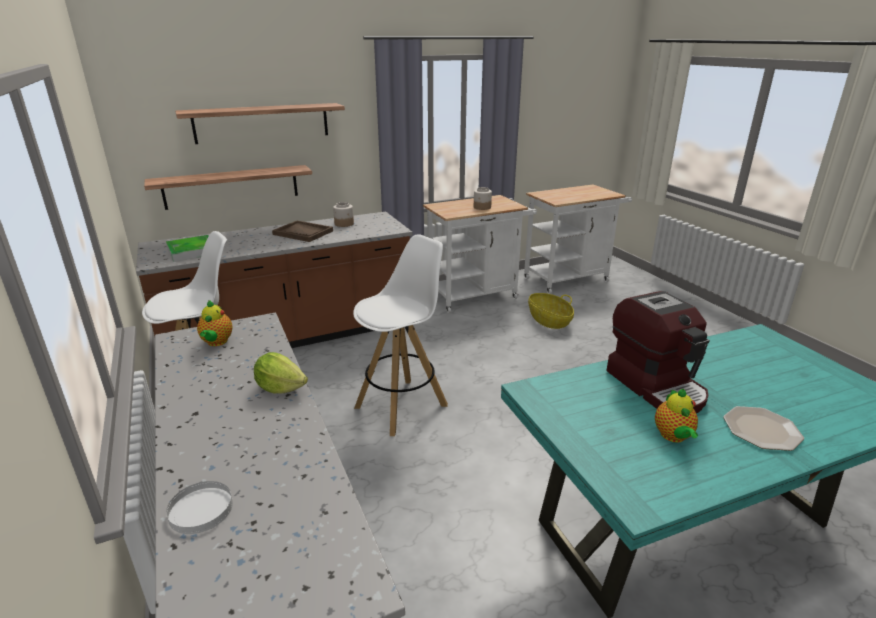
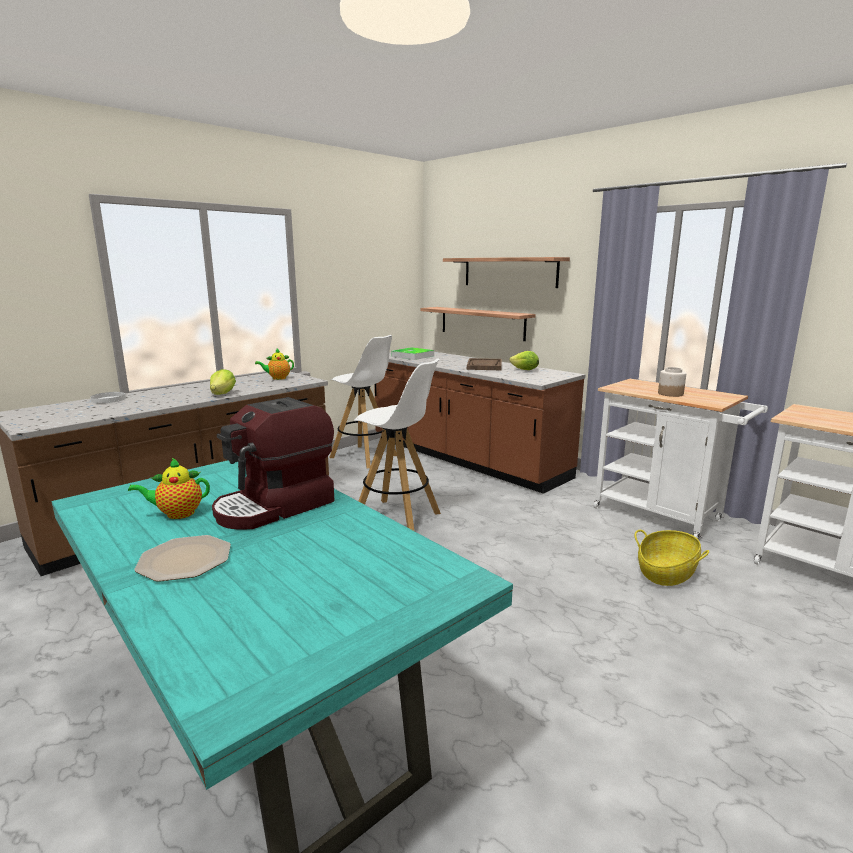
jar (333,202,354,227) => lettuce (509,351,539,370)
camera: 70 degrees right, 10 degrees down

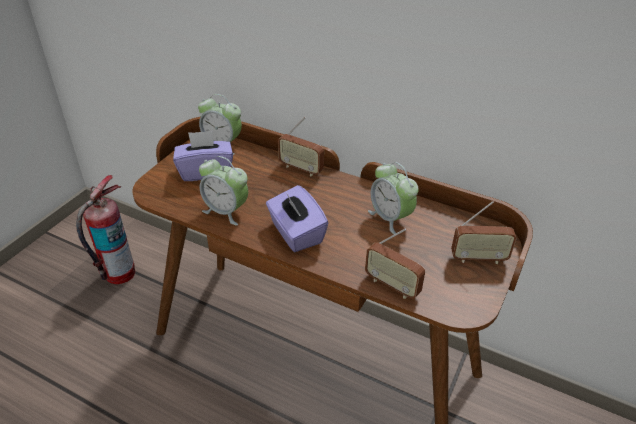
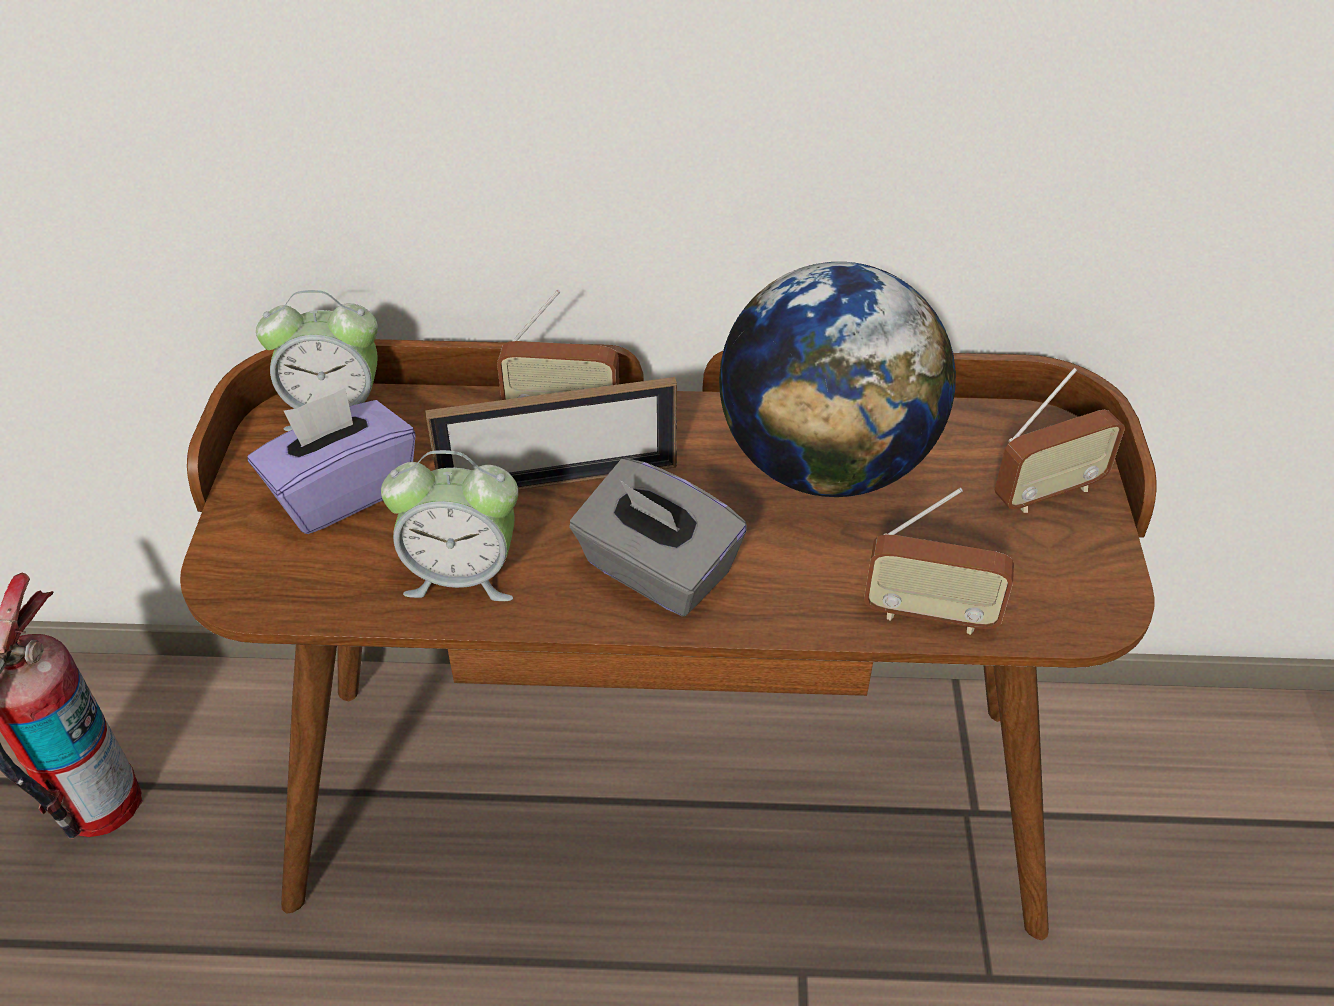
nothing => picture_frame (425,377,677,490)
alarm_clock (368,162,419,234) => globe (719,262,956,497)
purple_tissue_box (266,185,328,252) => grey_tissue_box (569,458,747,616)
camera: 25 degrees left, 5 degrees up

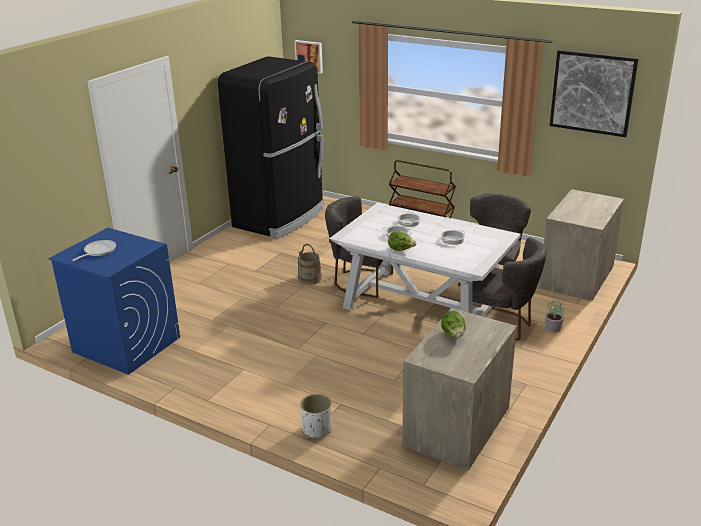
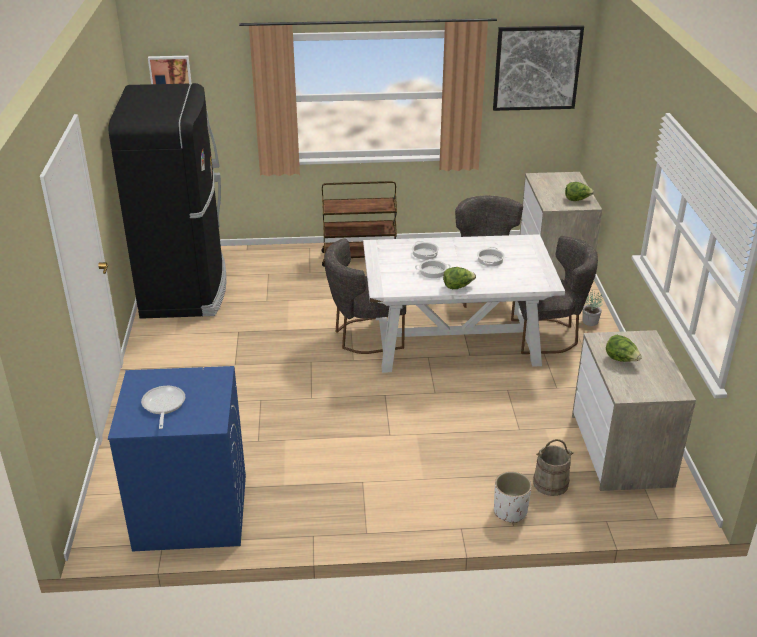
nothing => lettuce (565,182,594,201)
beige_bucket (298,244,322,285) => beige_bucket (533,439,574,496), shifted
camera: 35 degrees left, 5 degrees up

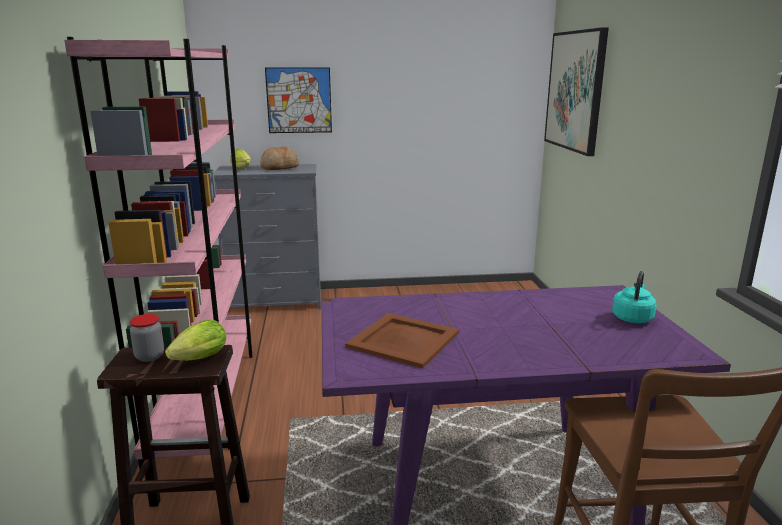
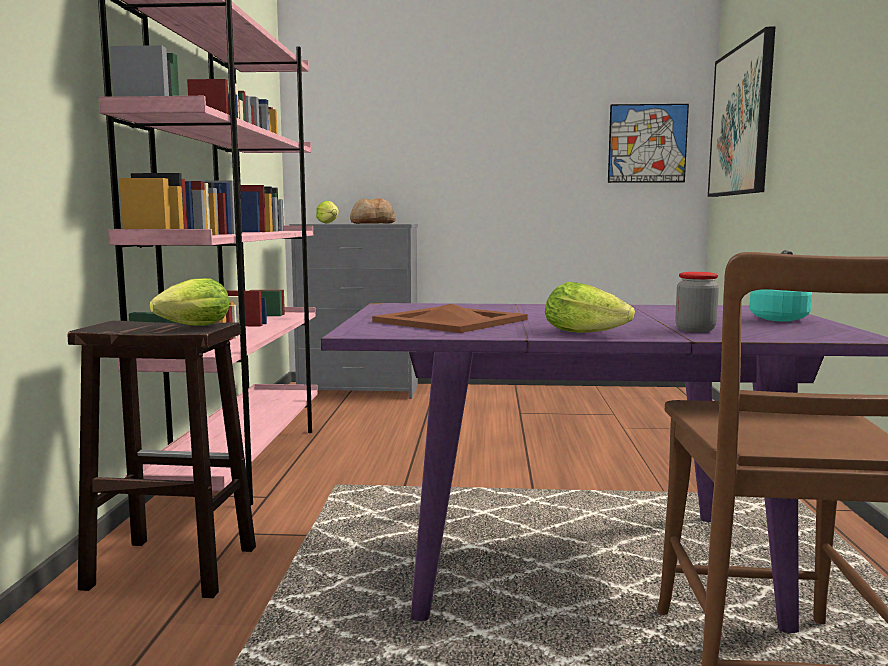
nothing => lettuce (545,282,635,333)
jar (130,314,164,362) => jar (675,272,719,332), shifted
picture (265,67,332,133) => picture (608,104,689,183), shifted
camera: 10 degrees right, 10 degrees down

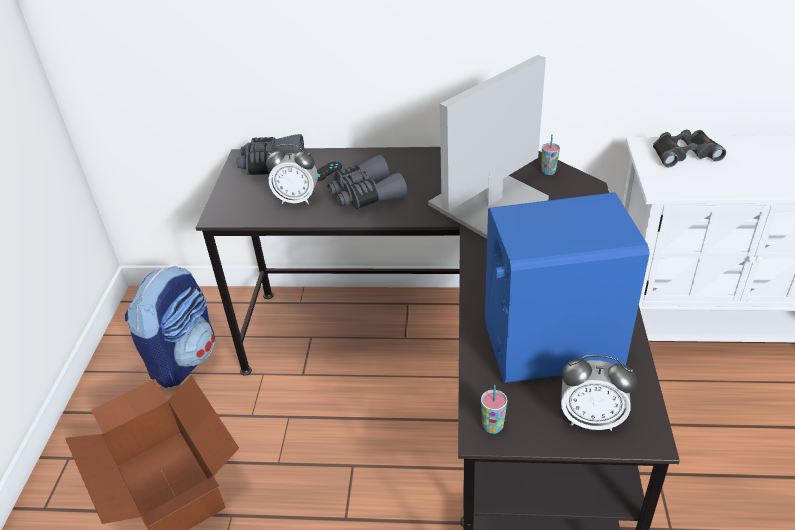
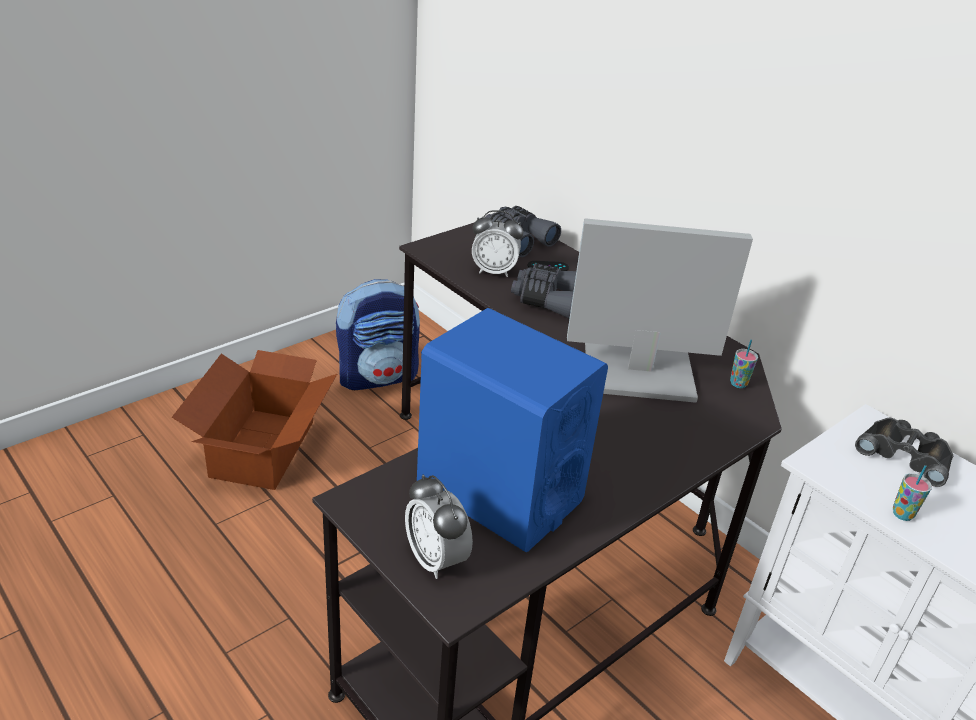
cup (481,385,507,434) => cup (893,465,932,521), shifted
alarm_clock (266,144,318,204) => alarm_clock (472,210,523,277), 45 degrees counterclockwise
camera: 40 degrees right, 5 degrees down

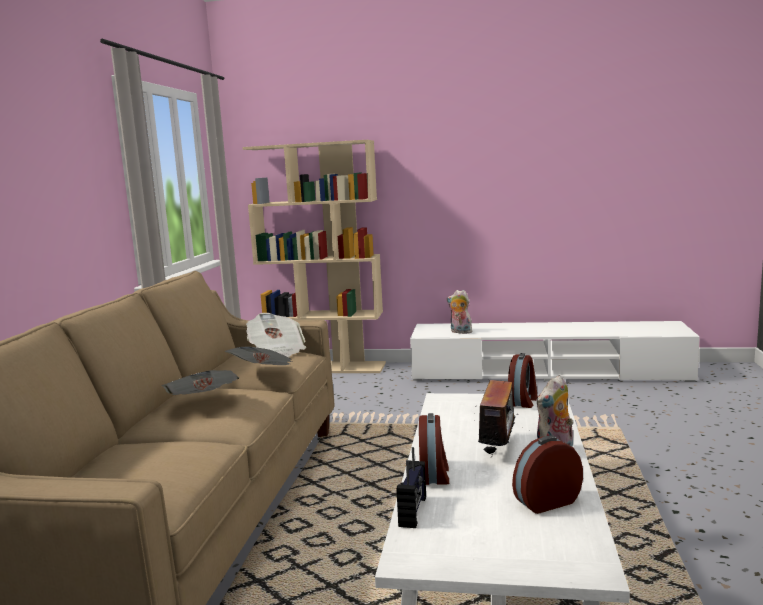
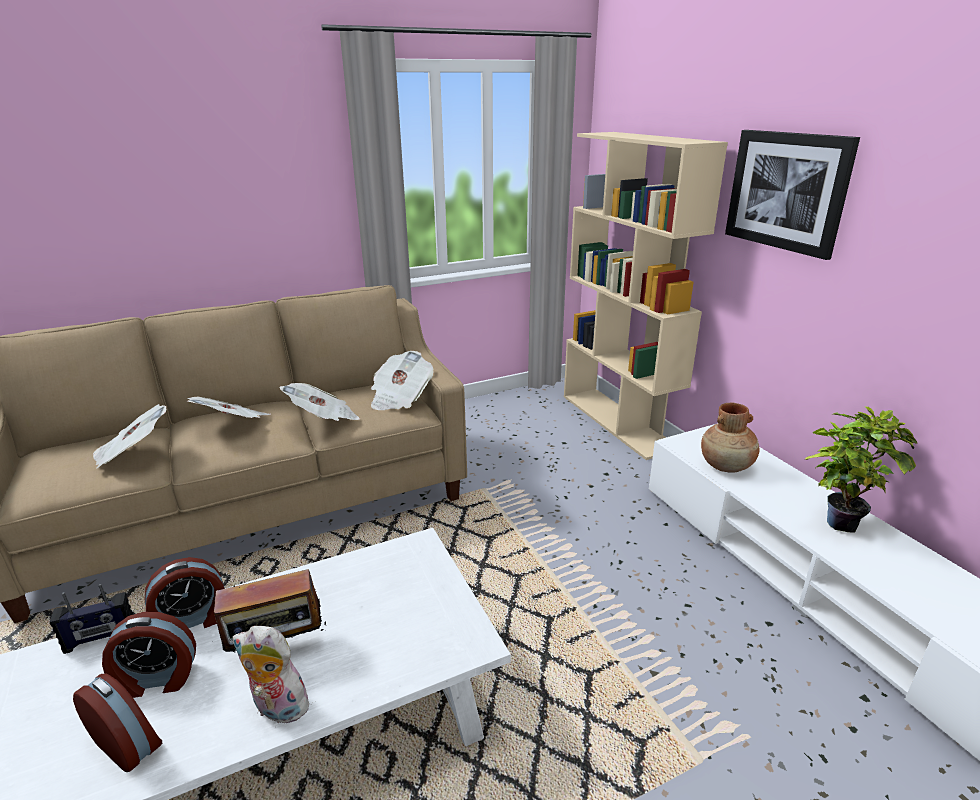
nothing => newspaper (93,404,166,468)
nothing => picture (725,130,860,260)
nothing => potted_plant (805,407,917,533)
alarm_clock (508,353,538,408) => alarm_clock (102,612,196,698), shifted
plush_toy (447,290,472,334) => brown_vase (701,402,759,473)
camera: 55 degrees right, 15 degrees up

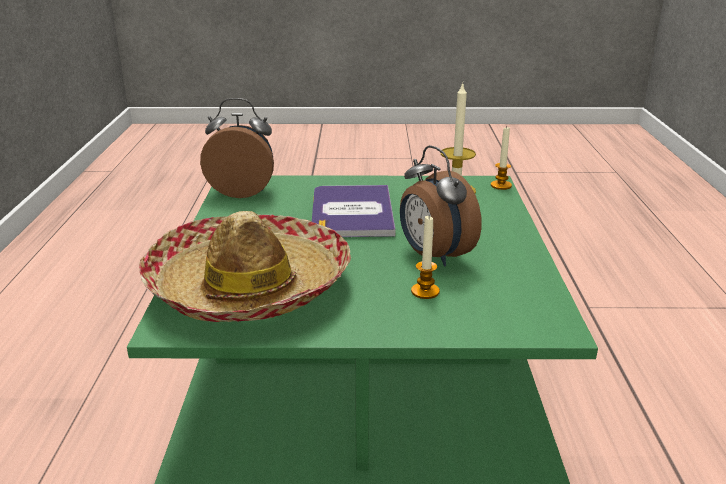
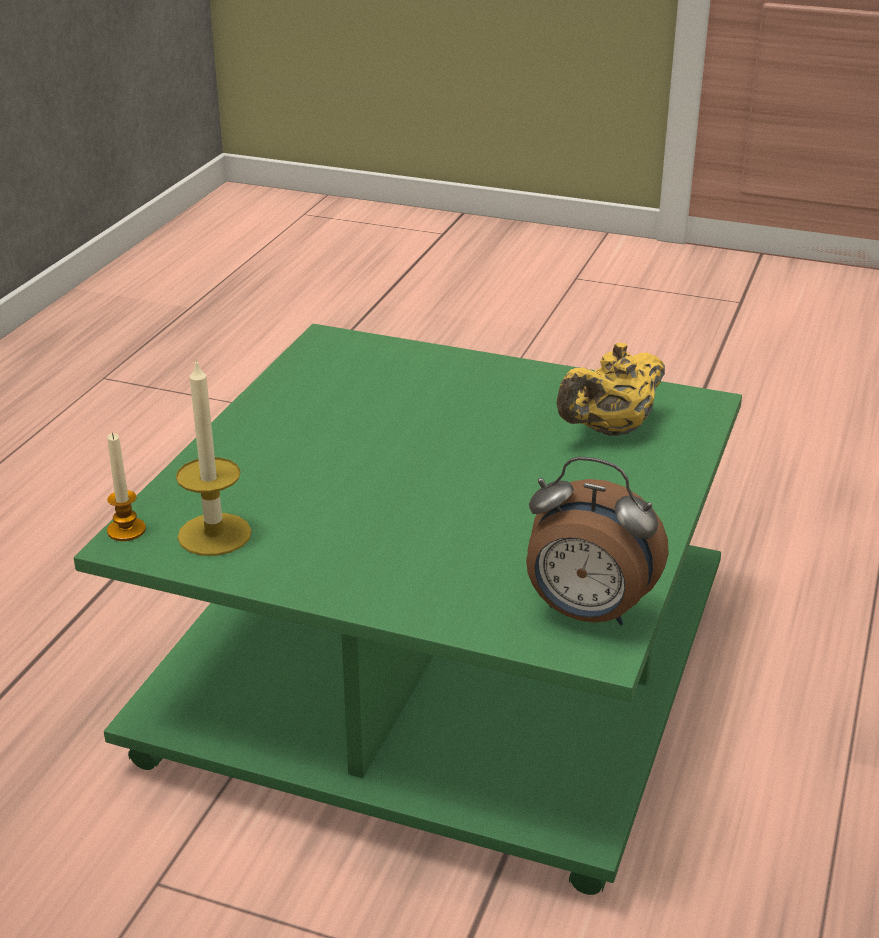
book (312,185,395,237) => nothing
alarm_clock (400,145,482,266) => nothing
candle (411,216,440,299) => nothing
hat (139,211,351,322) => yellow_teapot (556,342,665,436)
camera: 160 degrees left, 5 degrees up

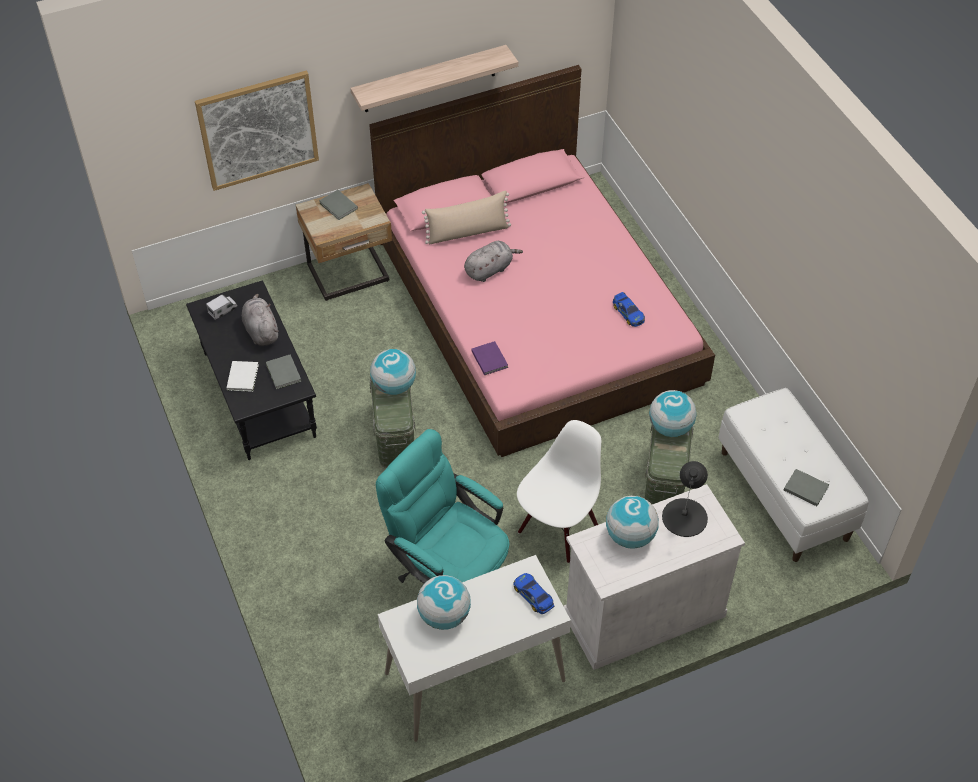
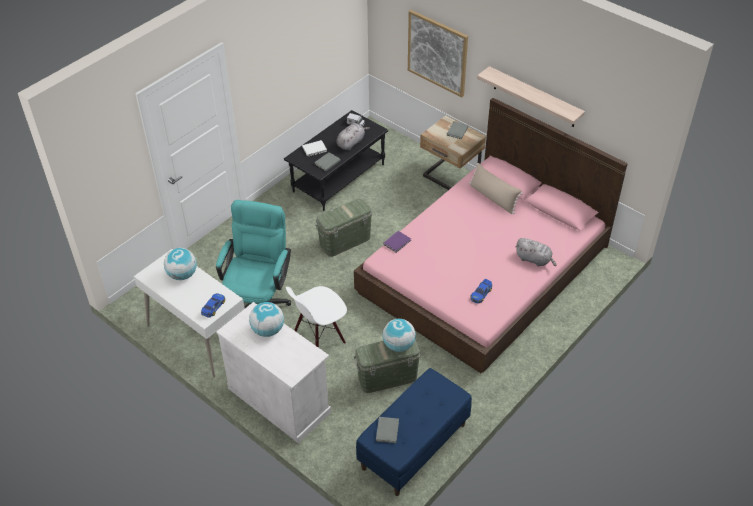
globe (370,349,416,395) => nothing
black_table_lamp (662,461,708,537) => nothing
grey_plush_toy (464,241,523,282) => grey_plush_toy (516,238,556,266), shifted
white_bench (718,388,869,562) => blue_bench (356,368,472,496)
white_chair (517,420,601,563) => white_chair (286,286,347,348), 135 degrees clockwise
camera: 65 degrees right, 5 degrees down

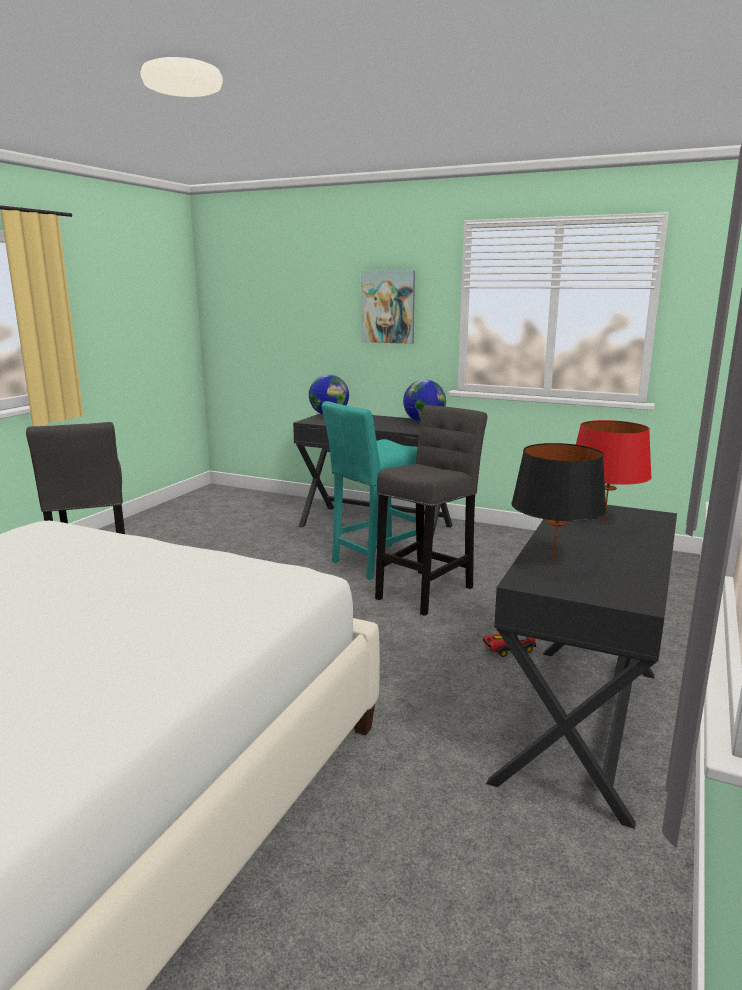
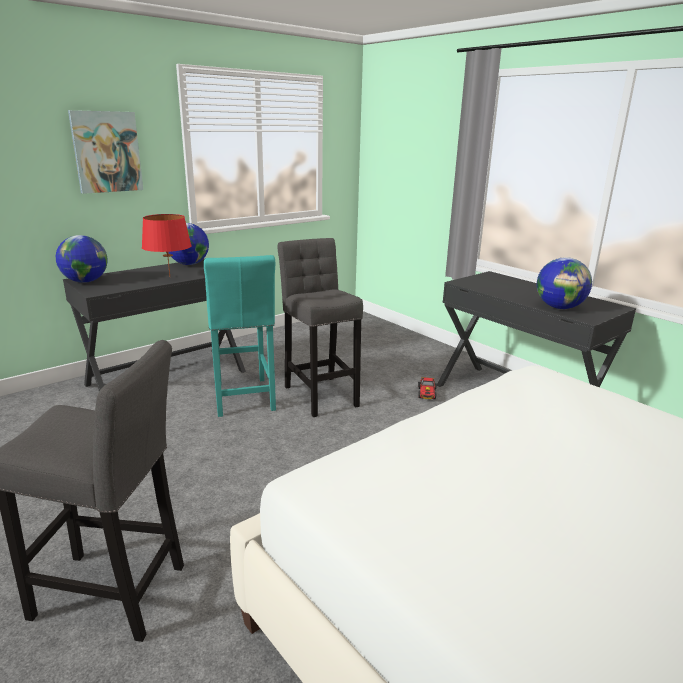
red_table_lamp (576,420,652,523) => red_table_lamp (142,214,192,276), shifted
black_table_lamp (511,443,607,563) => globe (537,257,592,309)
camera: 65 degrees left, 5 degrees up

